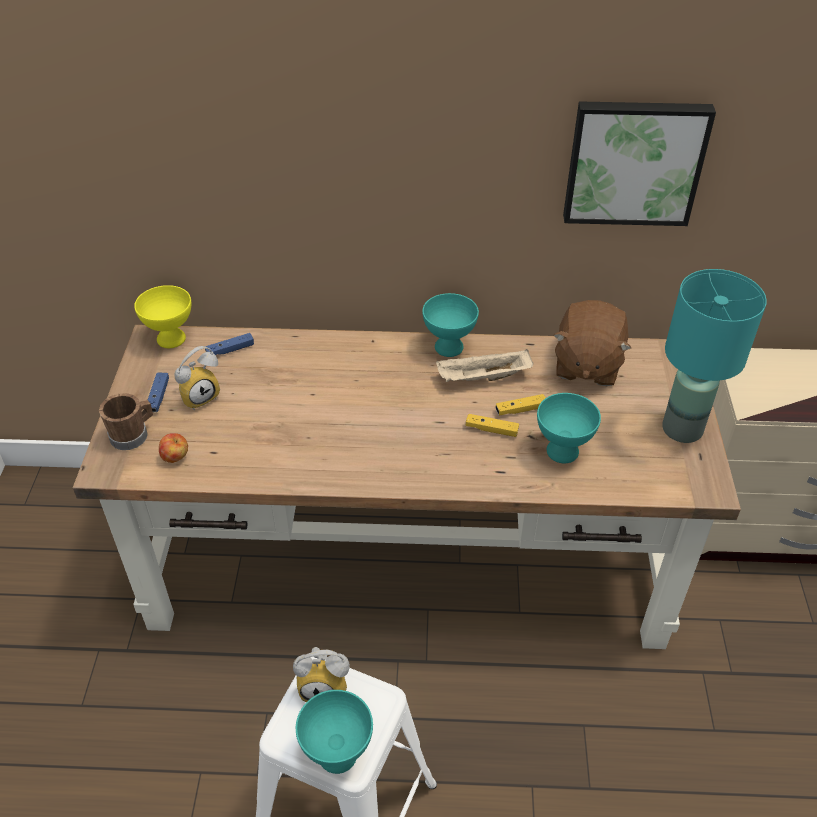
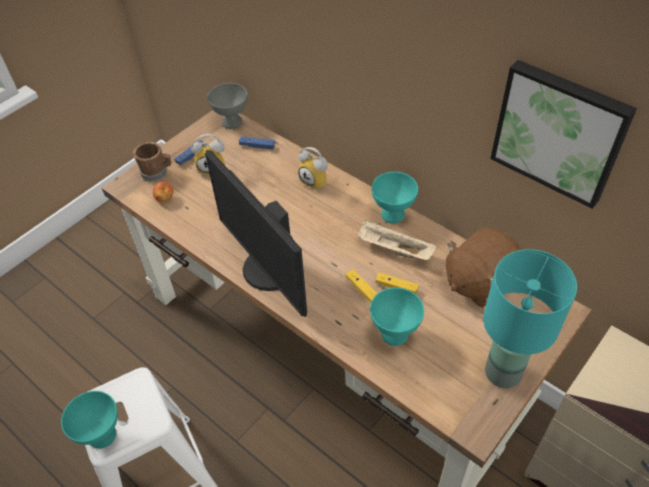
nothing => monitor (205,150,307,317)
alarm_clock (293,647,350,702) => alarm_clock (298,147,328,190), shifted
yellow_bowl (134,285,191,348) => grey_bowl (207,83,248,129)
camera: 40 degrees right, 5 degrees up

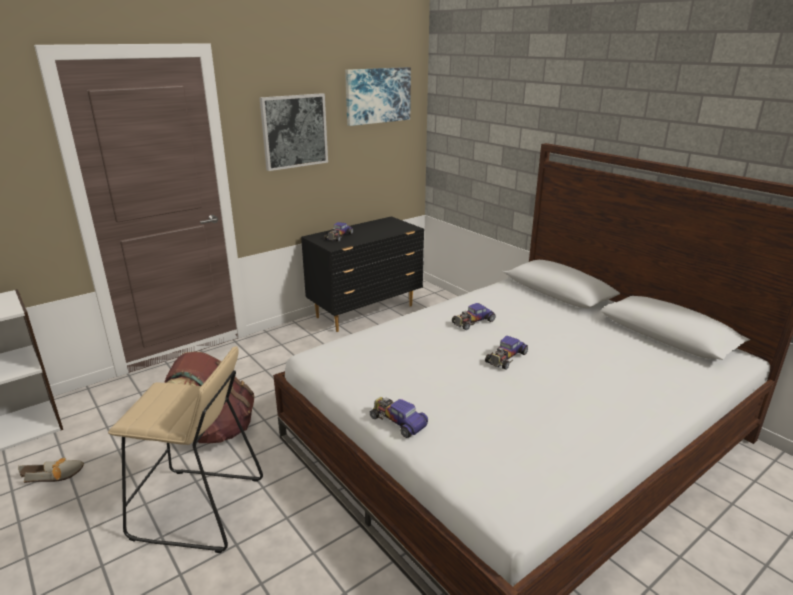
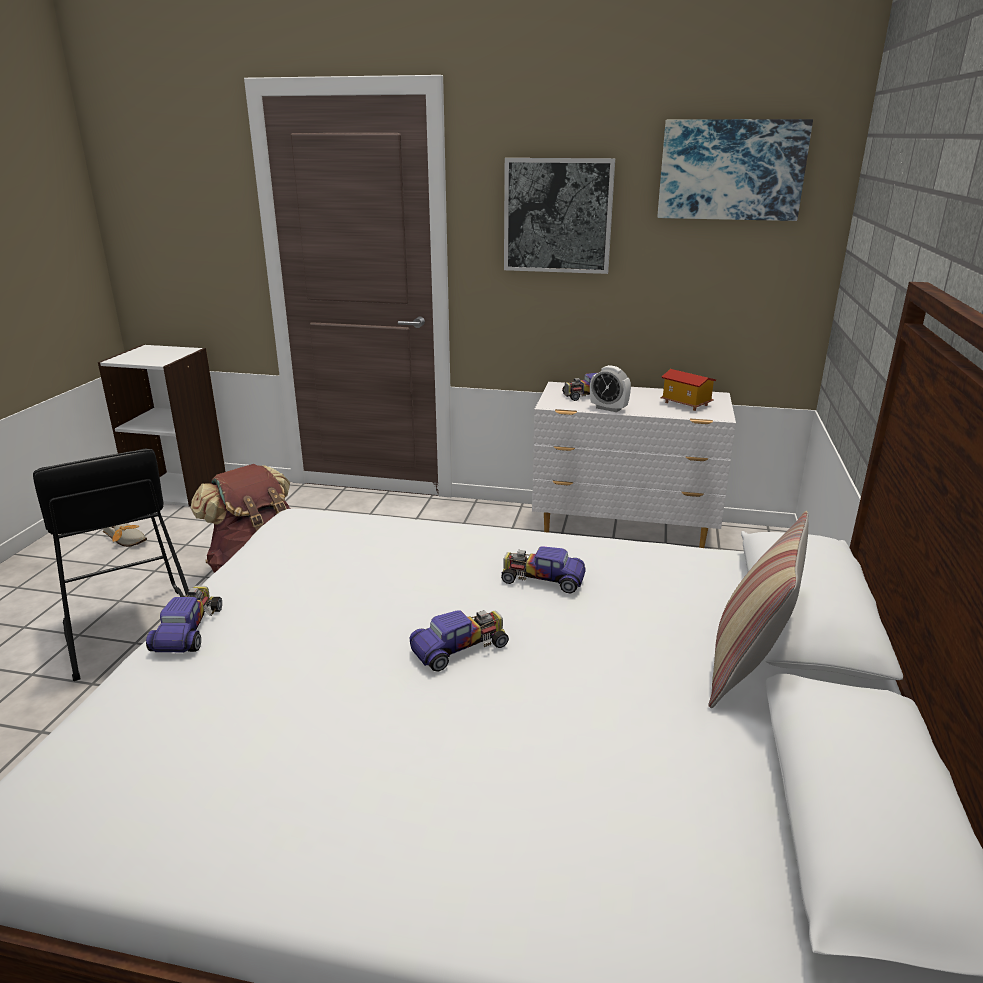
nothing => alarm_clock (590,365,631,412)
nothing => toy_house (660,369,716,411)
nothing => pillow (708,511,808,708)
beige_stool (108,346,263,553) => black_stool (33,448,189,681)
black_dresser (301,216,424,332) => white_dresser (532,382,736,548)
toy_car (485,336,528,370) => toy_car (410,610,509,672), 150 degrees clockwise
camera: 50 degrees right, 0 degrees up

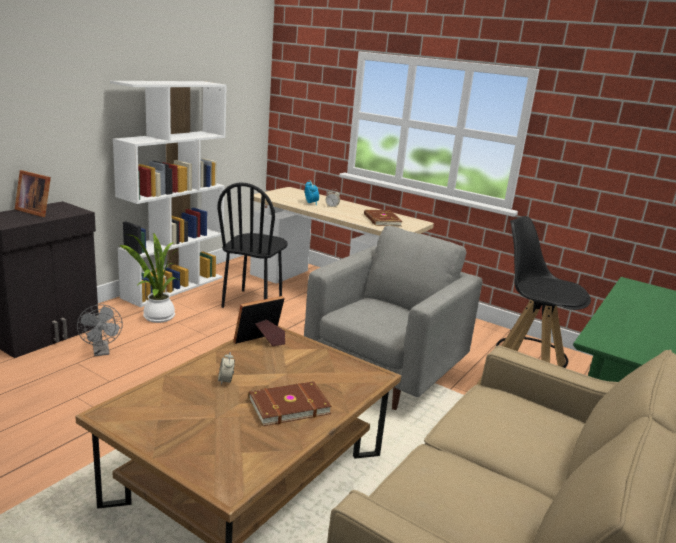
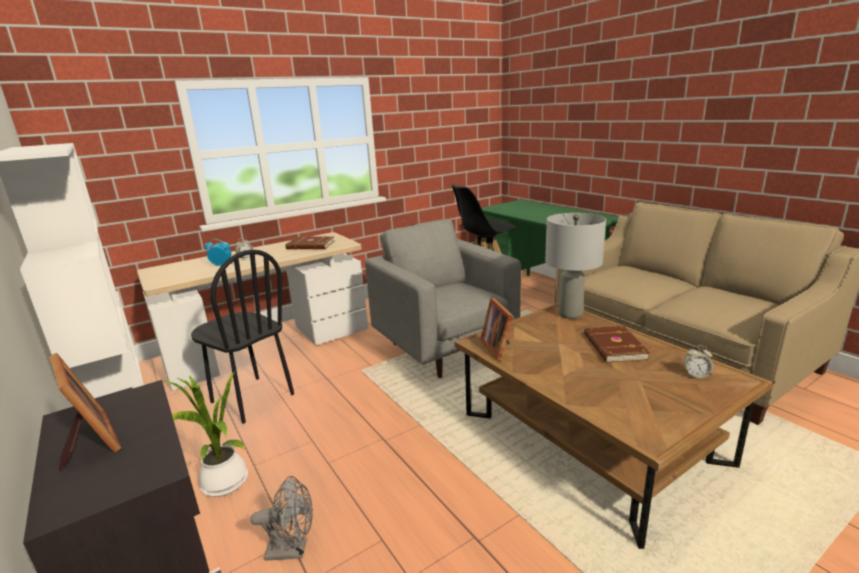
nothing => grey_table_lamp (545,213,606,319)
alarm_clock (218,352,235,385) => alarm_clock (683,345,713,378), shifted
picture_frame (15,170,51,217) => picture_frame (49,353,122,472), 90 degrees counterclockwise
camera: 65 degrees left, 0 degrees up

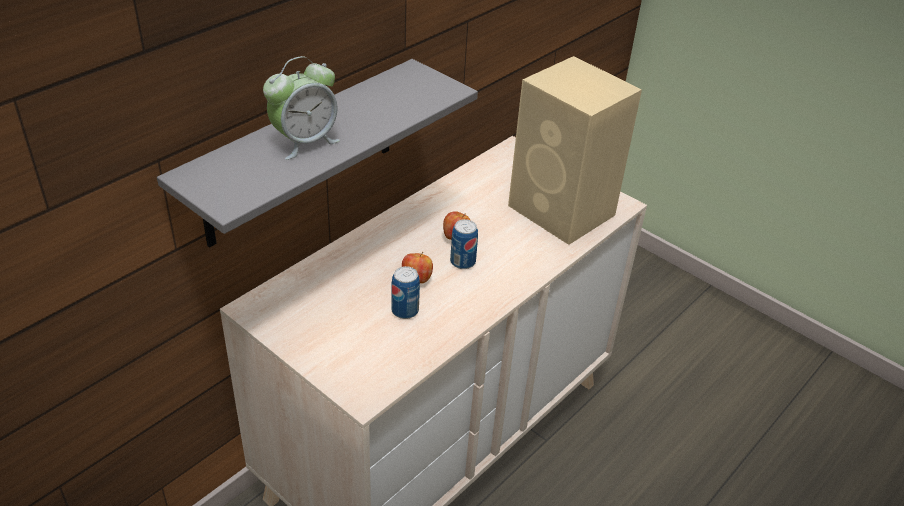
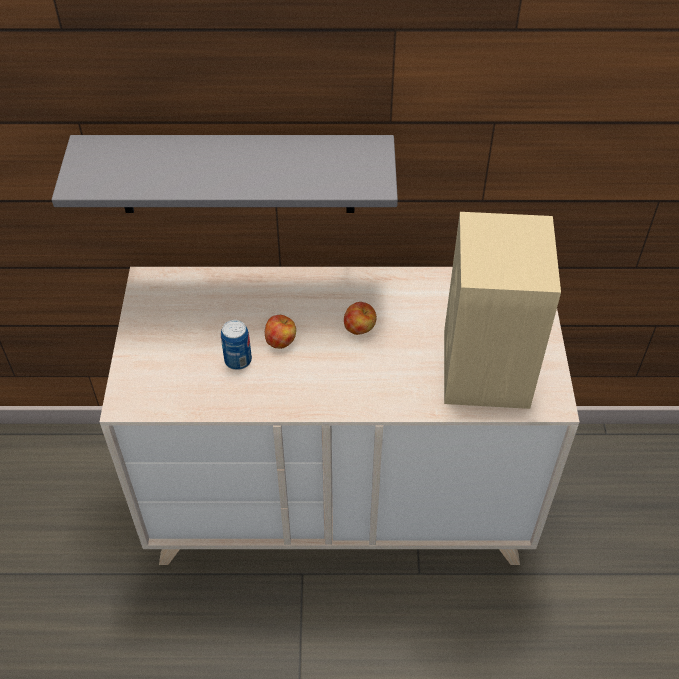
alarm_clock (263,56,340,160) => nothing
can (450,219,478,269) => nothing
camera: 50 degrees right, 10 degrees up

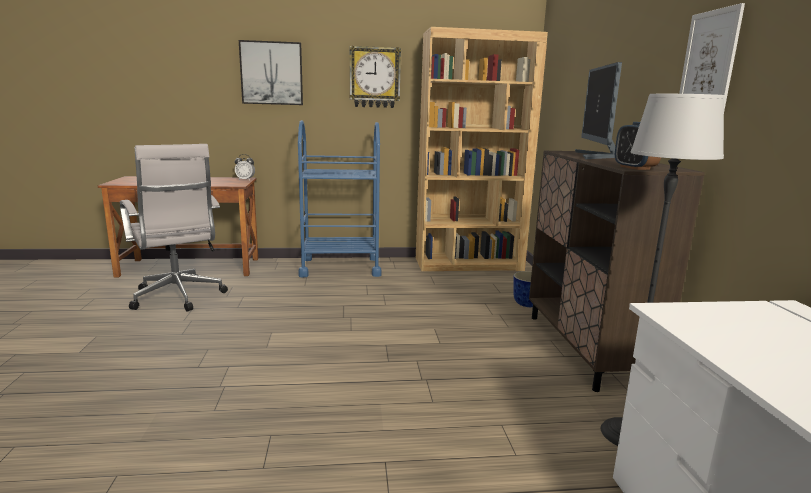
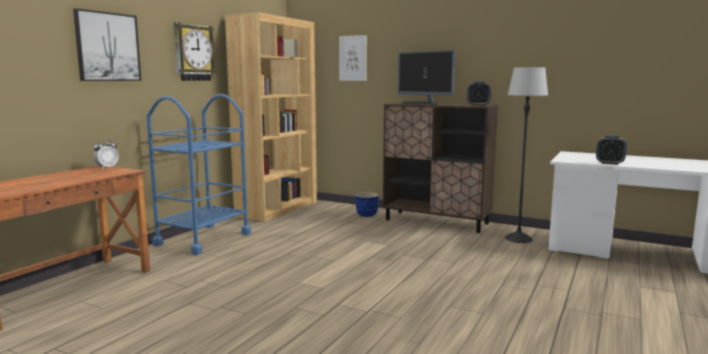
white_office_chair (120,144,228,312) => nothing
nothing => alarm_clock (596,136,627,165)
picture (679,3,745,110) => picture (339,35,367,81), shifted
camera: 55 degrees left, 5 degrees down

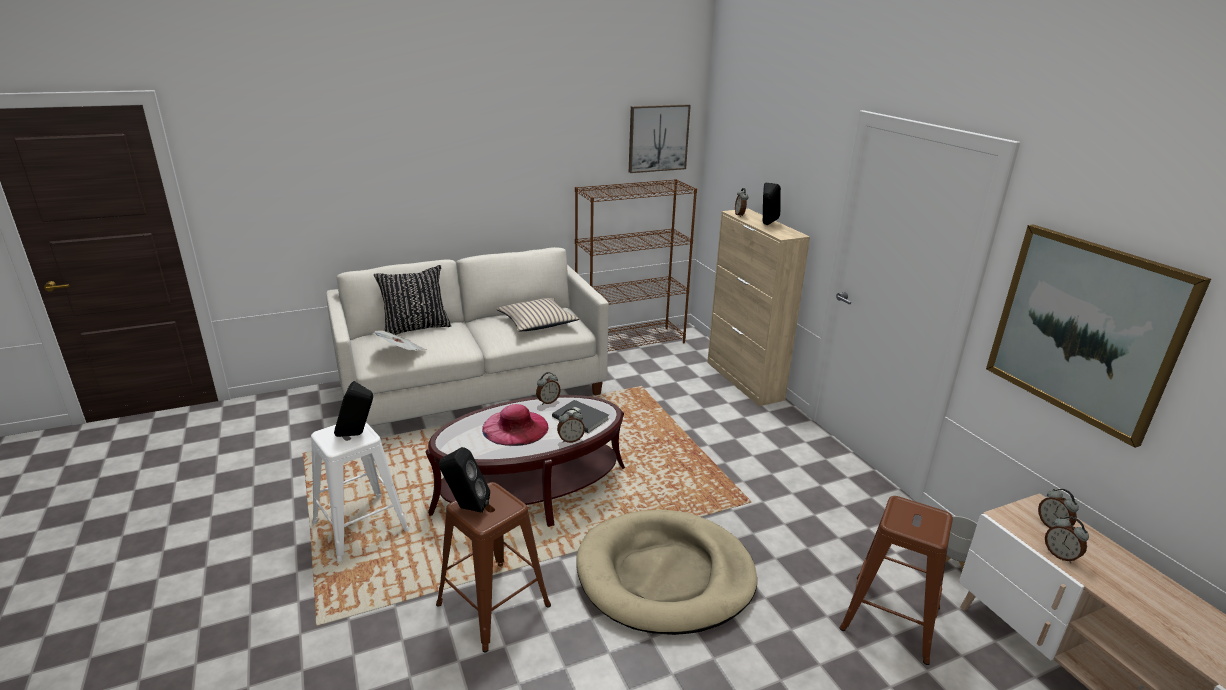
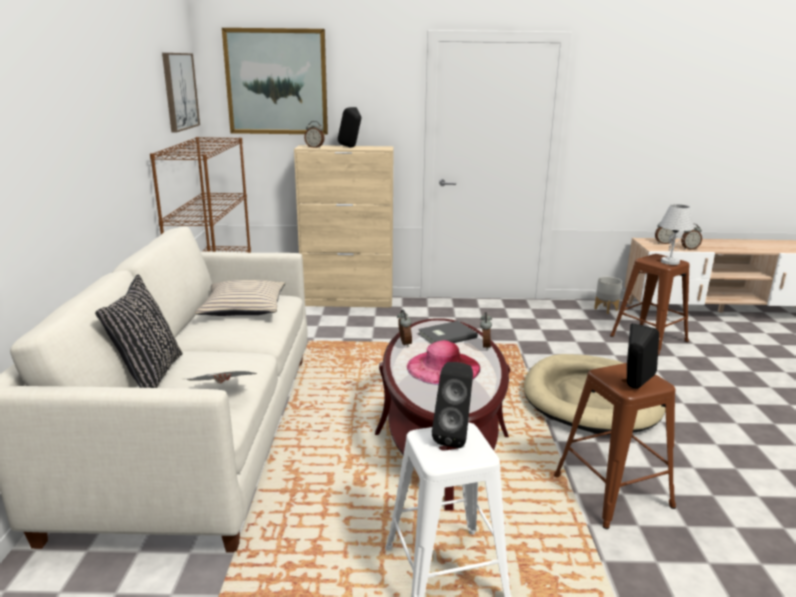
nothing => white_table_lamp (659,204,694,265)
picture (986,224,1211,448) => picture (222,28,328,135), shifted
camera: 65 degrees left, 5 degrees down

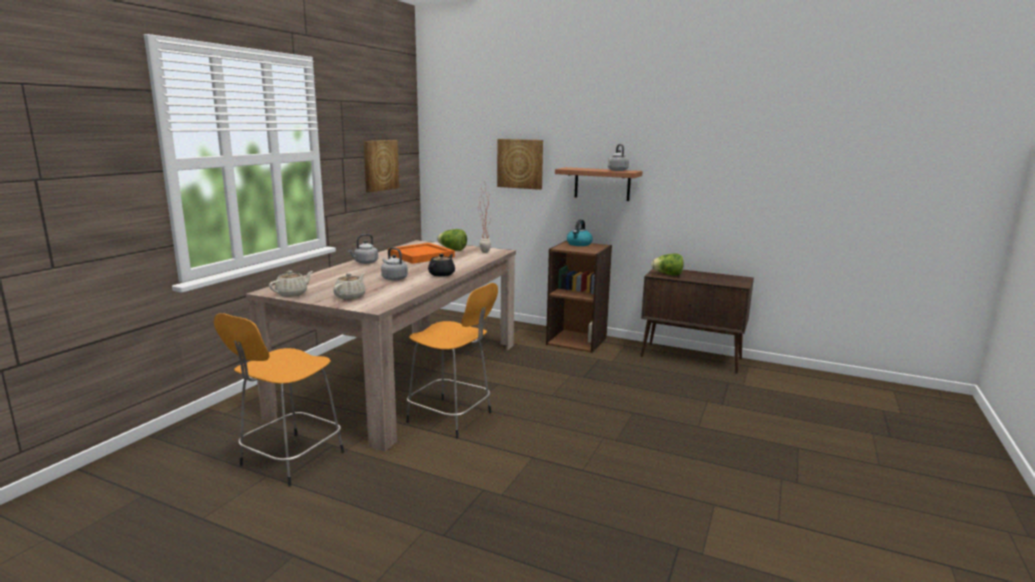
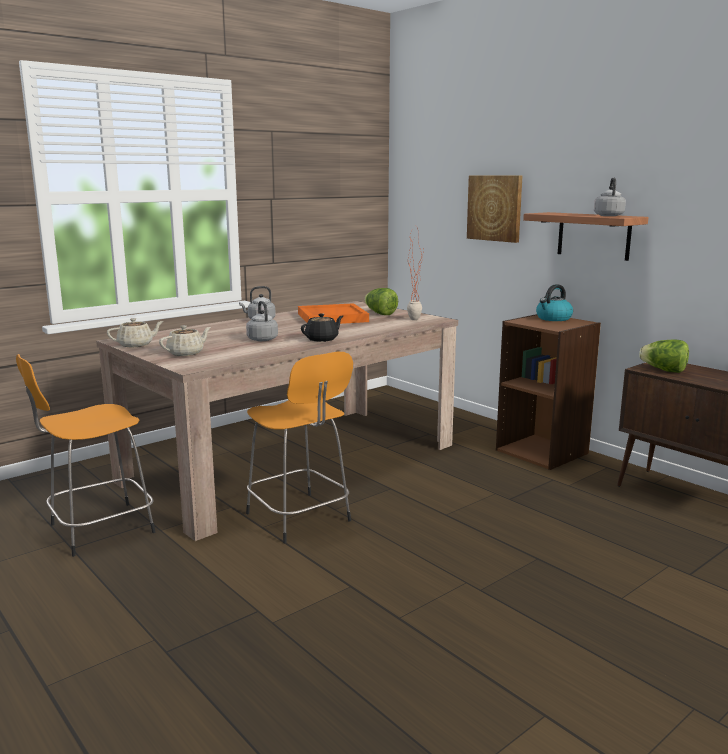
picture (364,140,399,193) => nothing
camera: 25 degrees right, 0 degrees up

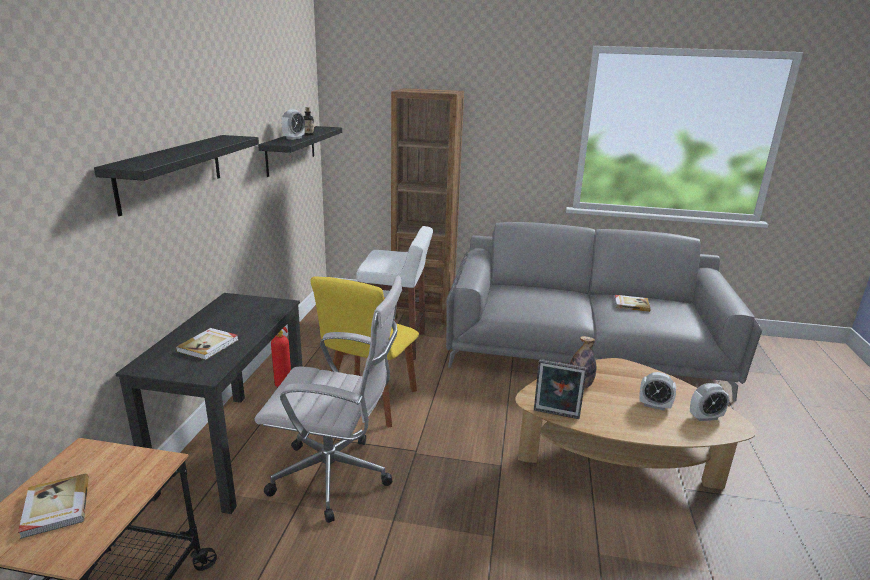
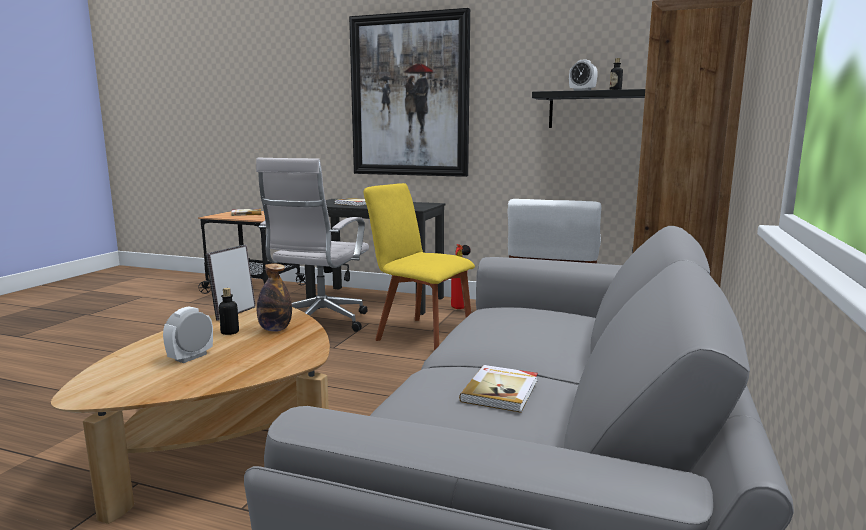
alarm_clock (690,383,730,421) => nothing
nothing => bottle (219,288,239,335)
black_shelf (94,135,259,216) => picture (349,8,470,177)
camera: 100 degrees right, 10 degrees down

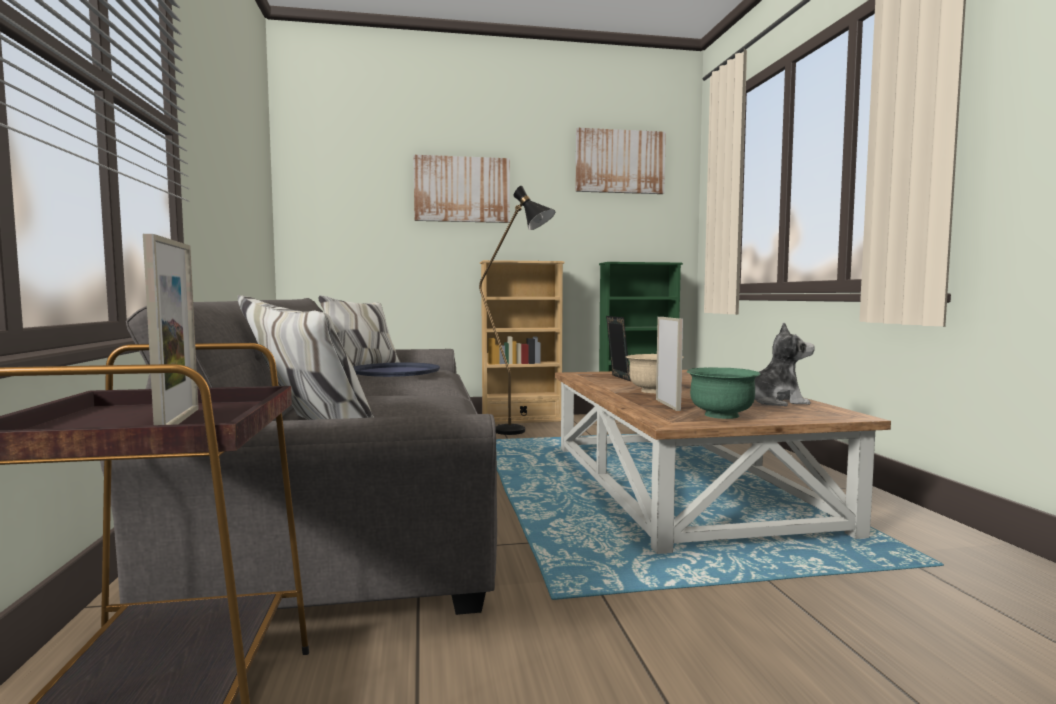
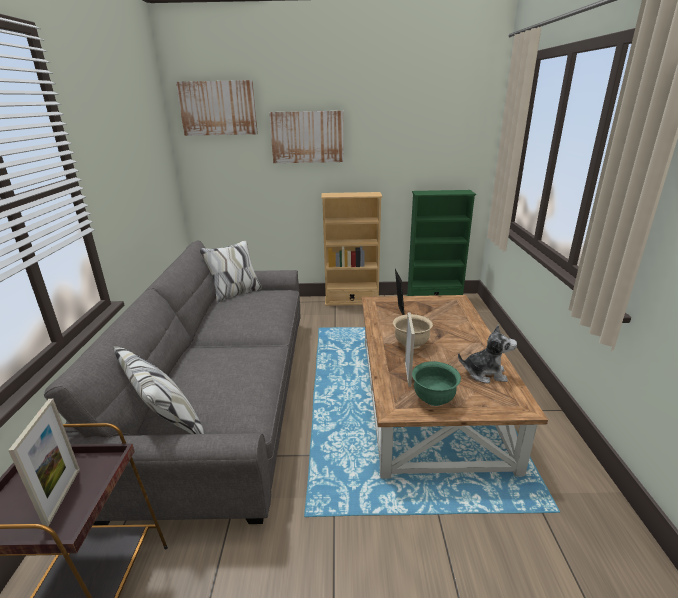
blue_tray (353,363,440,377) => nothing
black_floor_lamp (479,186,555,435) => nothing
picture (576,128,666,194) => picture (176,80,258,136), shifted
camera: 10 degrees right, 20 degrees up

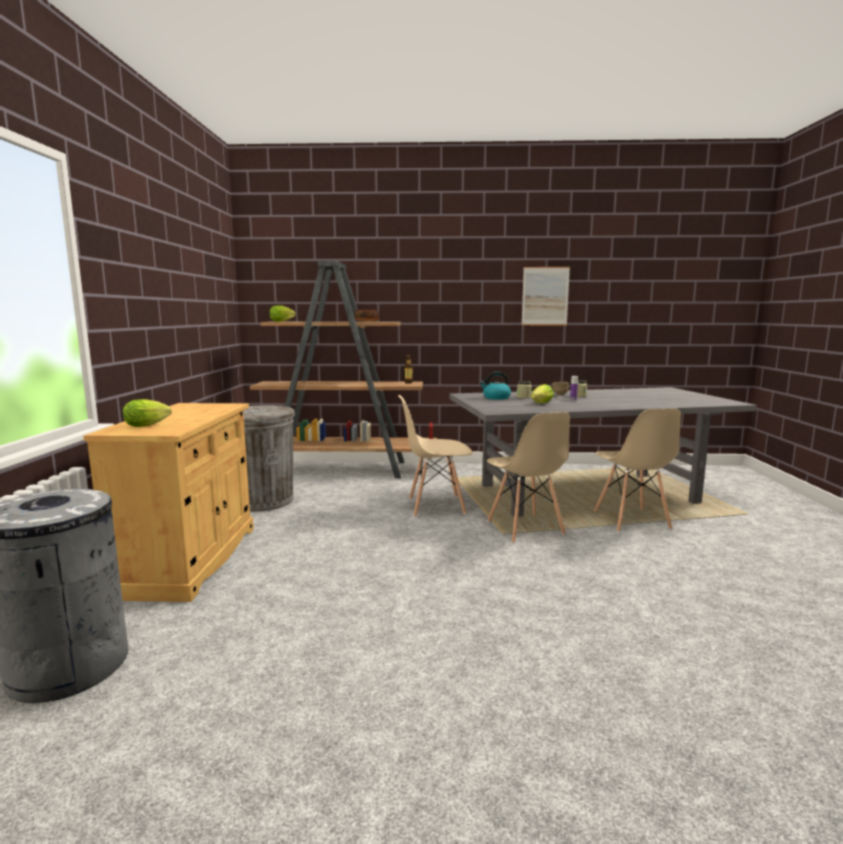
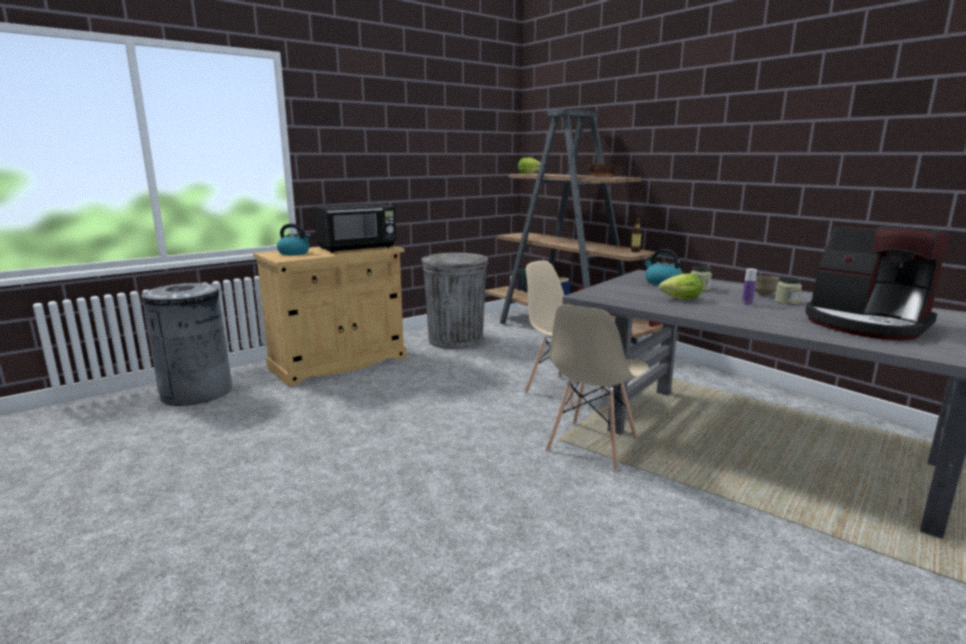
picture (522,267,570,325) => nothing
beige_chair (594,409,681,532) => nothing
nothing => black_microwave (313,203,396,253)
nothing => coffee_machine (805,226,947,341)
lettuce (123,399,172,427) => kettle (277,223,311,255)
camera: 50 degrees right, 5 degrees up

